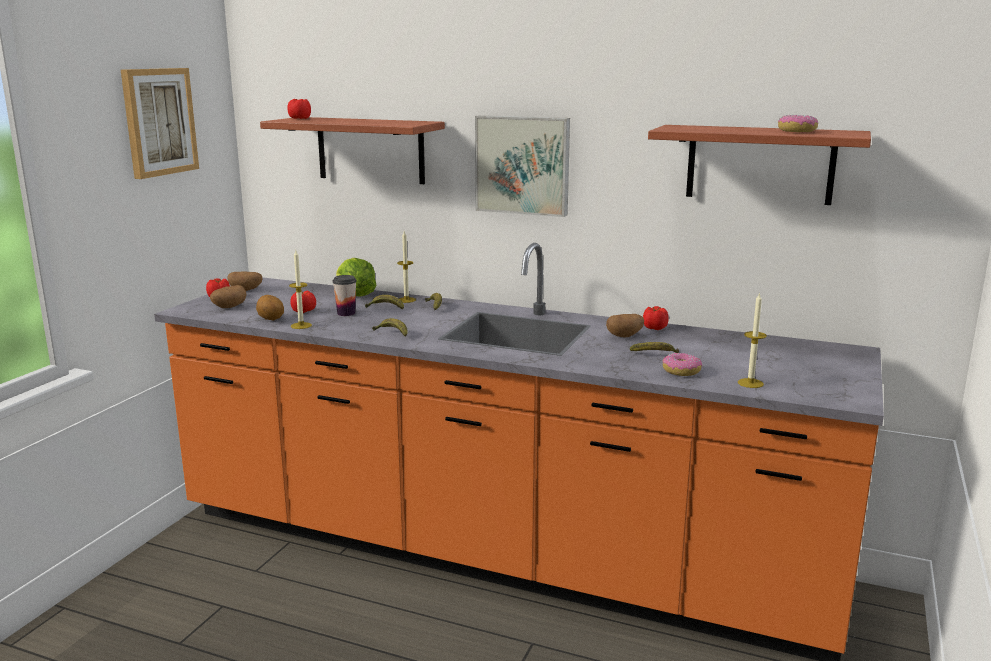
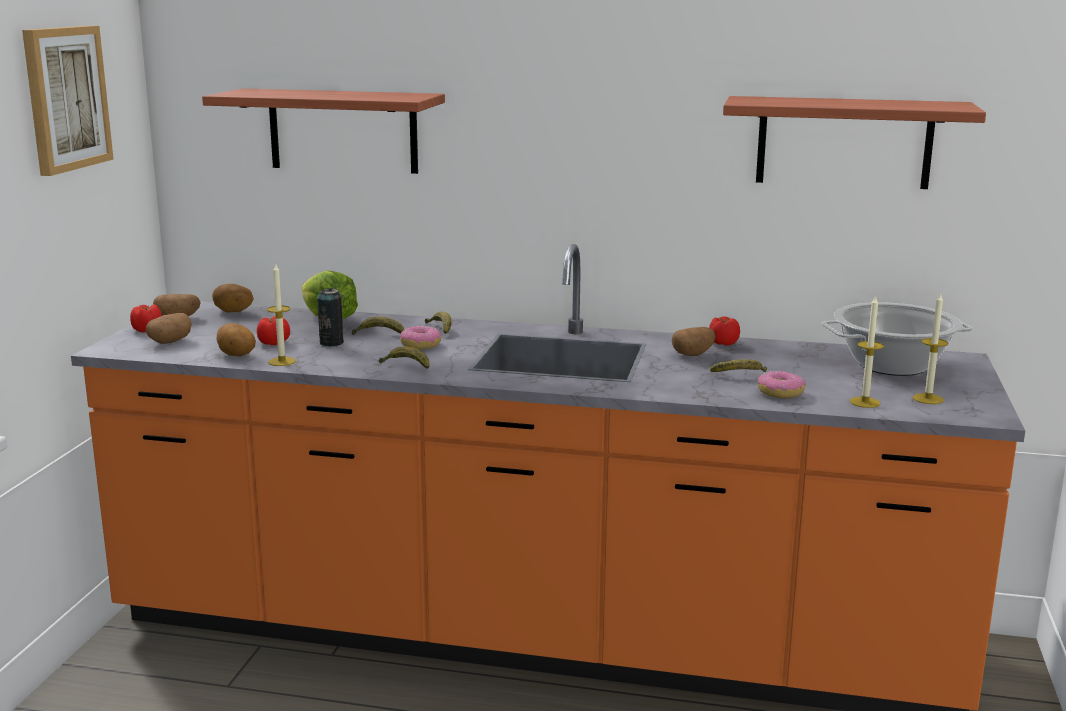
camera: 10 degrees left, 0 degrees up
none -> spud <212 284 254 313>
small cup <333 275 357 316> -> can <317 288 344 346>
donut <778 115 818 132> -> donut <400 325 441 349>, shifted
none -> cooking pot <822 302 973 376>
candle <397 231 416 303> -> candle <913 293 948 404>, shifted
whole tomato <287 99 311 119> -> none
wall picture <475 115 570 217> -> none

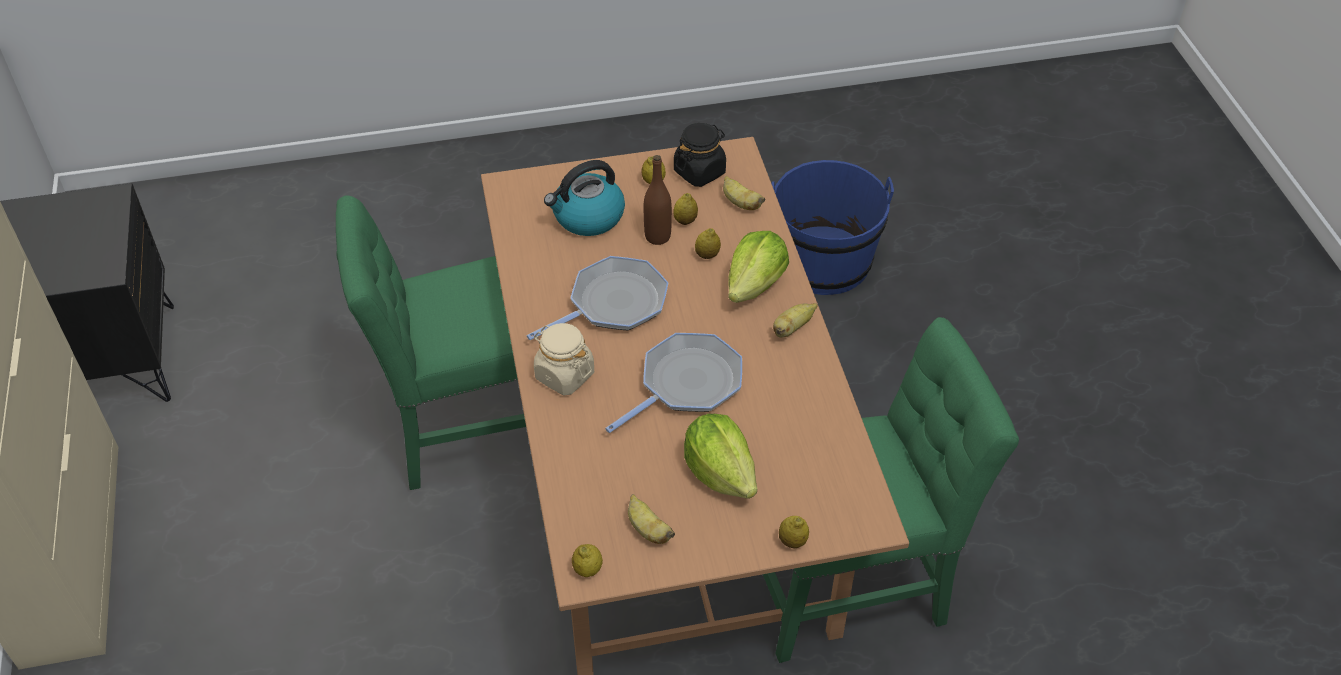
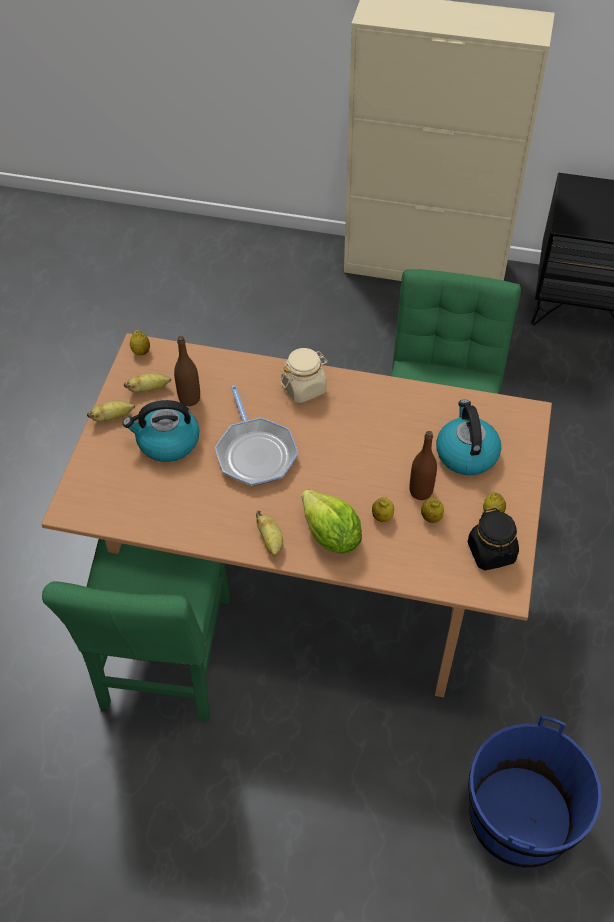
camera: 115 degrees right, 5 degrees up
banana fruit <723 176 765 210> -> banana fruit <87 401 135 422>, shifted
lettuce <684 414 757 499> -> kettle <123 400 199 462>
none -> beverage bottle in brown <174 336 200 406>
frying pan <527 256 668 340> -> none
citrus fruit <779 516 809 549> -> none

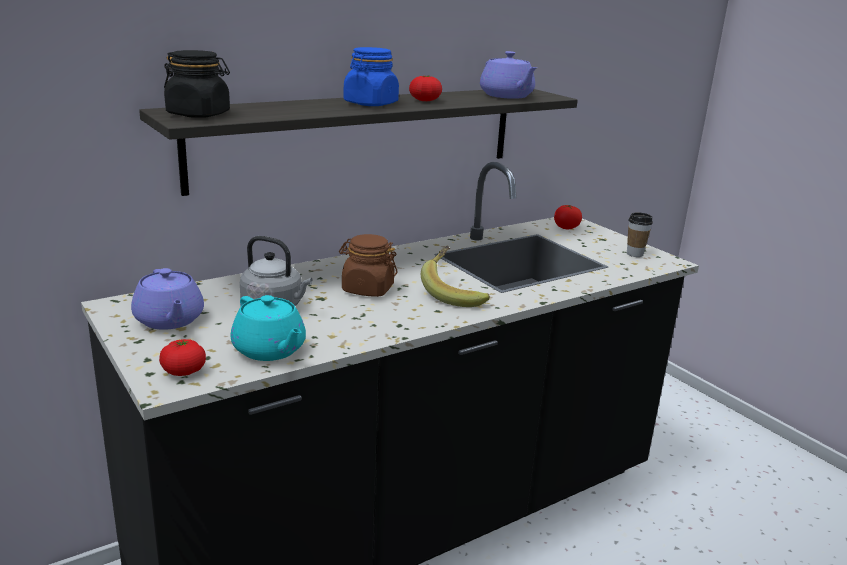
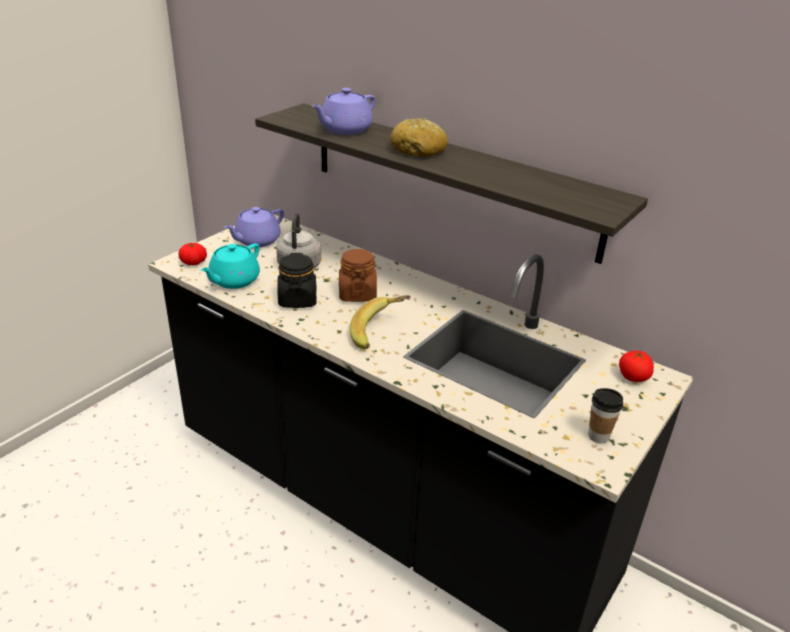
camera: 70 degrees right, 10 degrees up
jar in black <164 50 230 118> -> jar in black <277 253 316 308>, shifted
tea pot in purplish <480 51 537 99> -> tea pot in purplish <312 88 375 135>, shifted
jar in bluish <344 47 399 106> -> bakery bread <390 118 448 157>
whole tomato <409 75 442 101> -> none

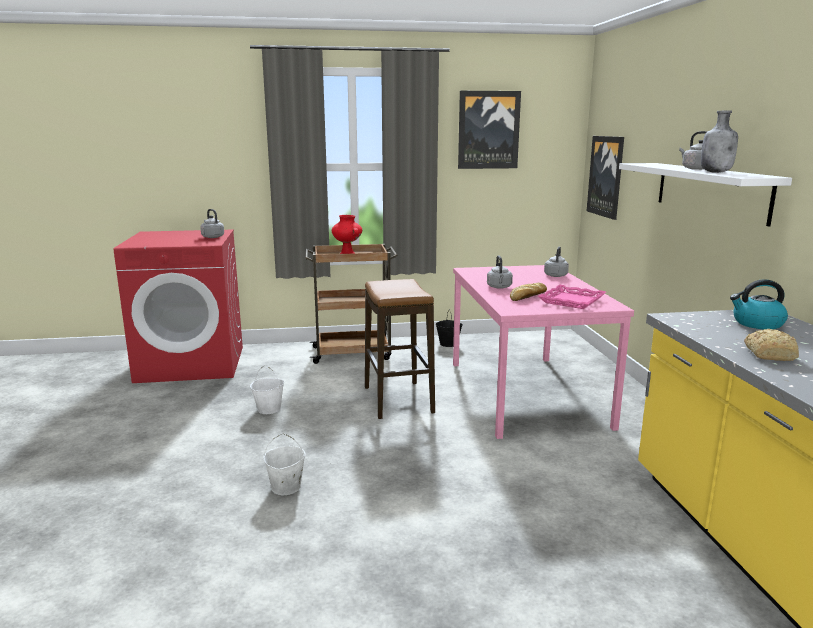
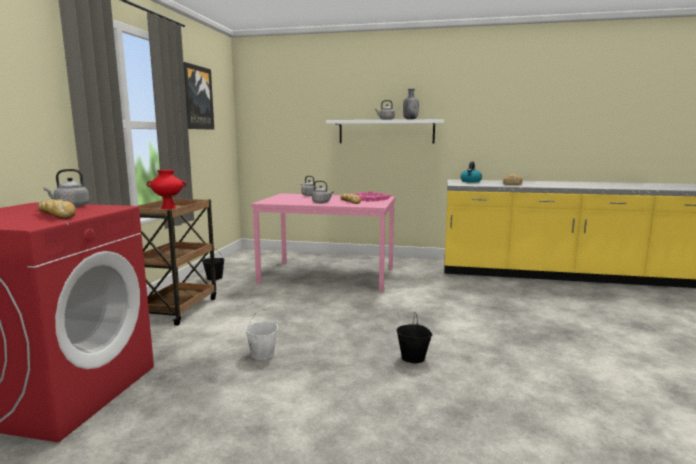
camera: 70 degrees left, 5 degrees down
none -> bakery bread <38 199 76 219>
bucket in whitish <264 433 305 495> -> bucket in black <397 312 432 363>
stool <365 279 435 419> -> none
wall picture <587 136 624 220> -> none

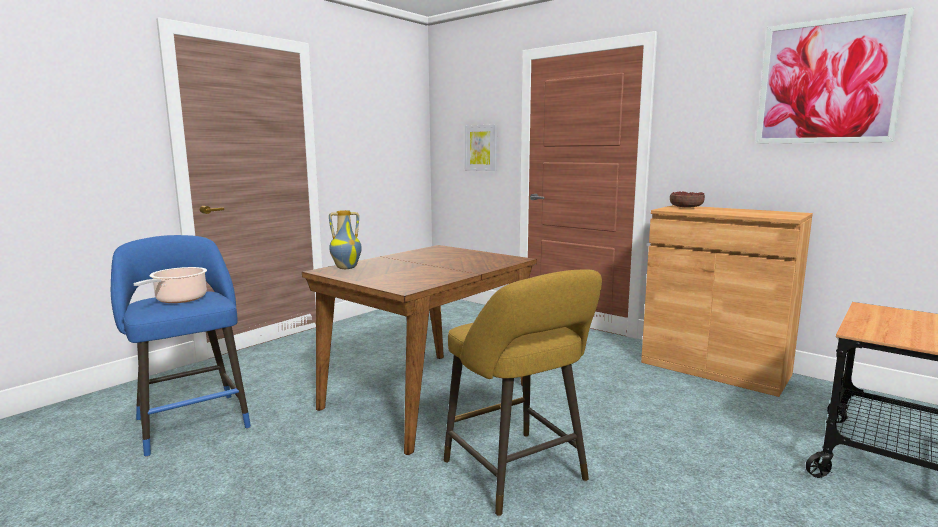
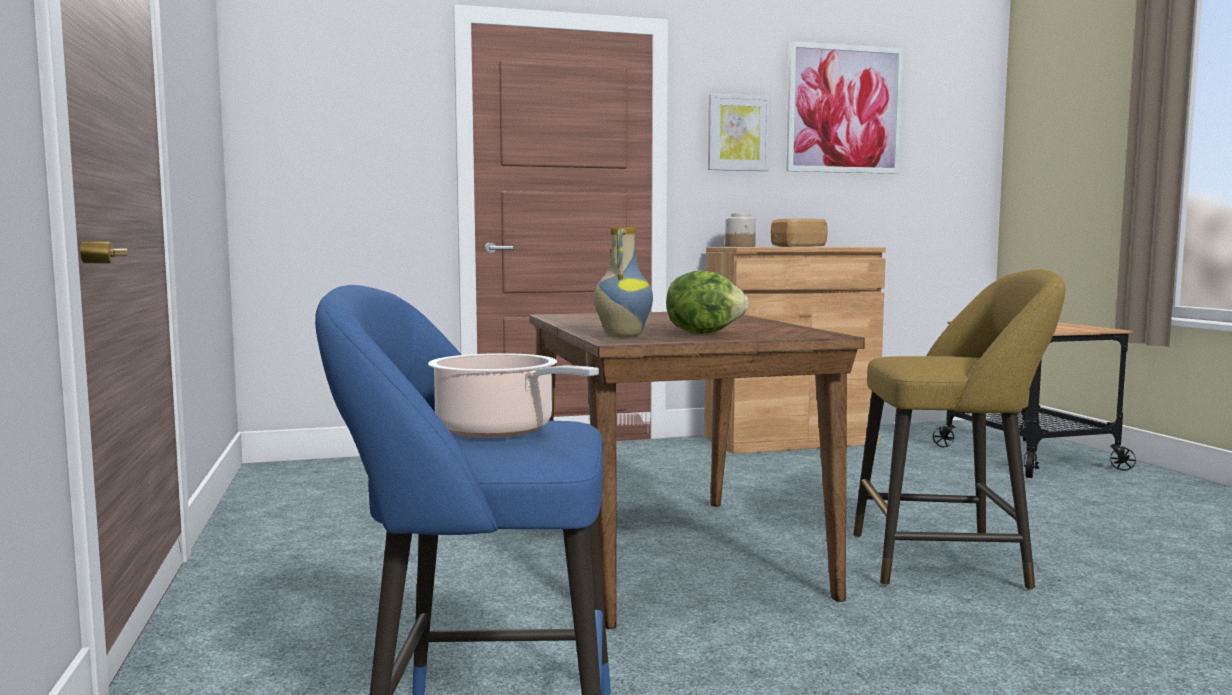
camera: 55 degrees left, 5 degrees down
none -> lettuce <666 270 749 334>
wall picture <465 124 497 171> -> wall picture <708 93 771 171>, shifted
deep dish <670 192 705 208> -> jar <725 213 756 247>
none -> bakery bread <771 218 828 247>

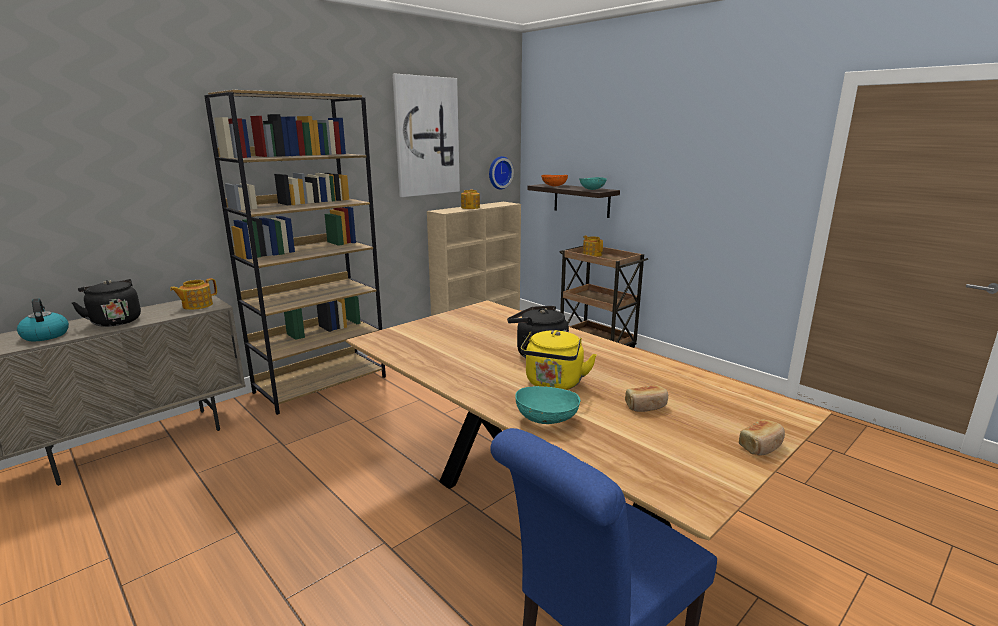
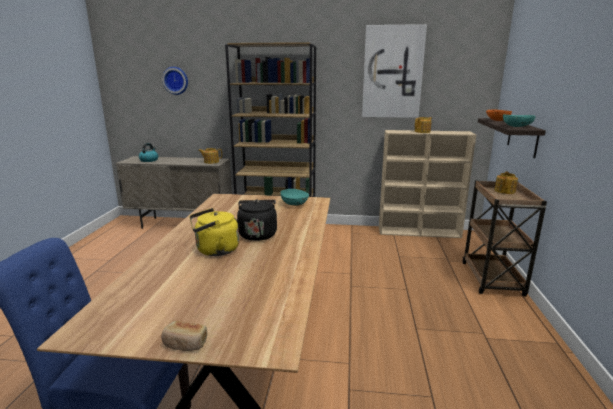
camera: 50 degrees right, 0 degrees up
wall clock <489 156 514 190> -> wall clock <162 67 188 95>, shifted
deep dish in turquoise <515 386 581 424> -> deep dish in turquoise <280 189 309 206>, shifted
kettle in black <72 279 141 327> -> none
bakery bread <625 385 668 412> -> none

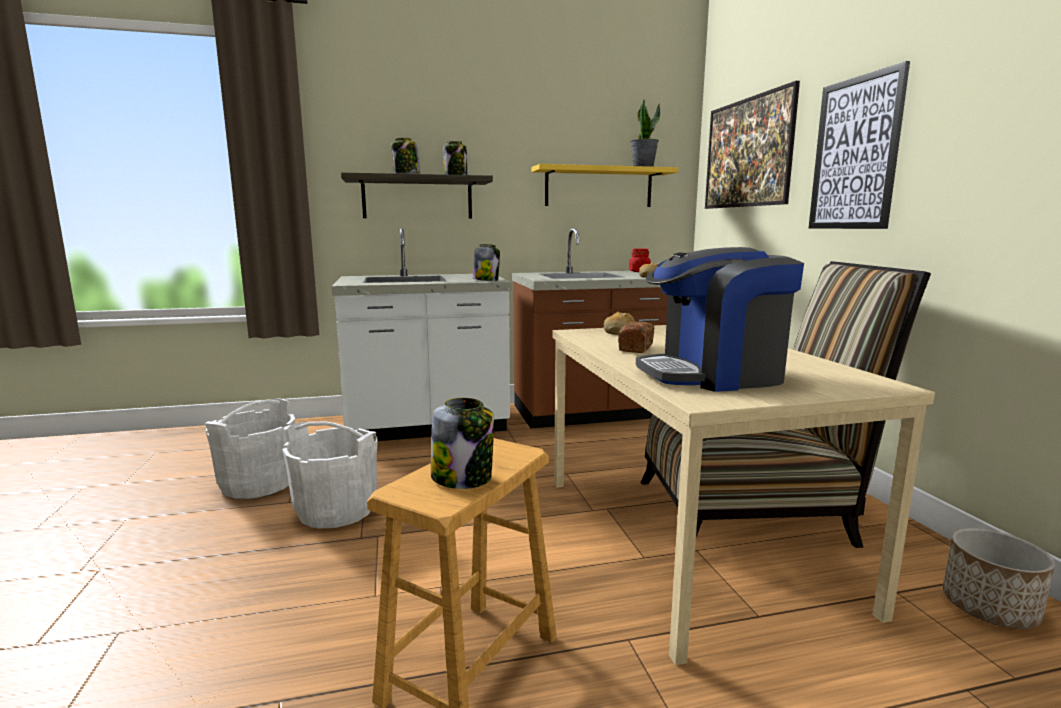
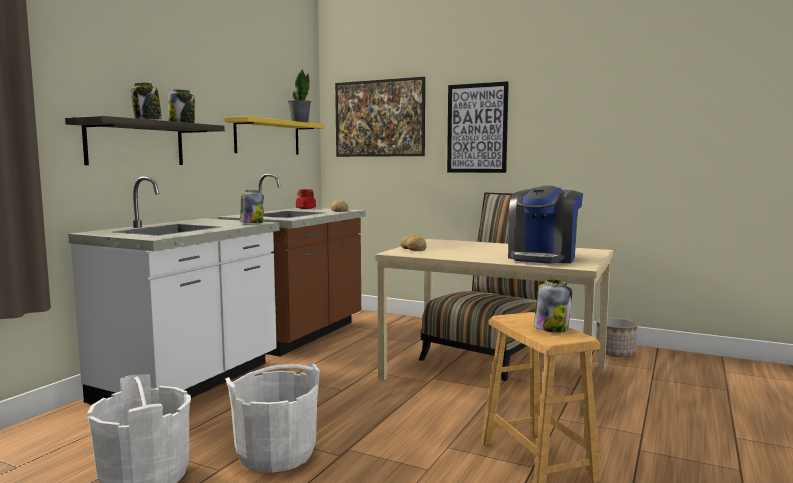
camera: 50 degrees left, 5 degrees down
bakery bread <618 321 654 353> -> none

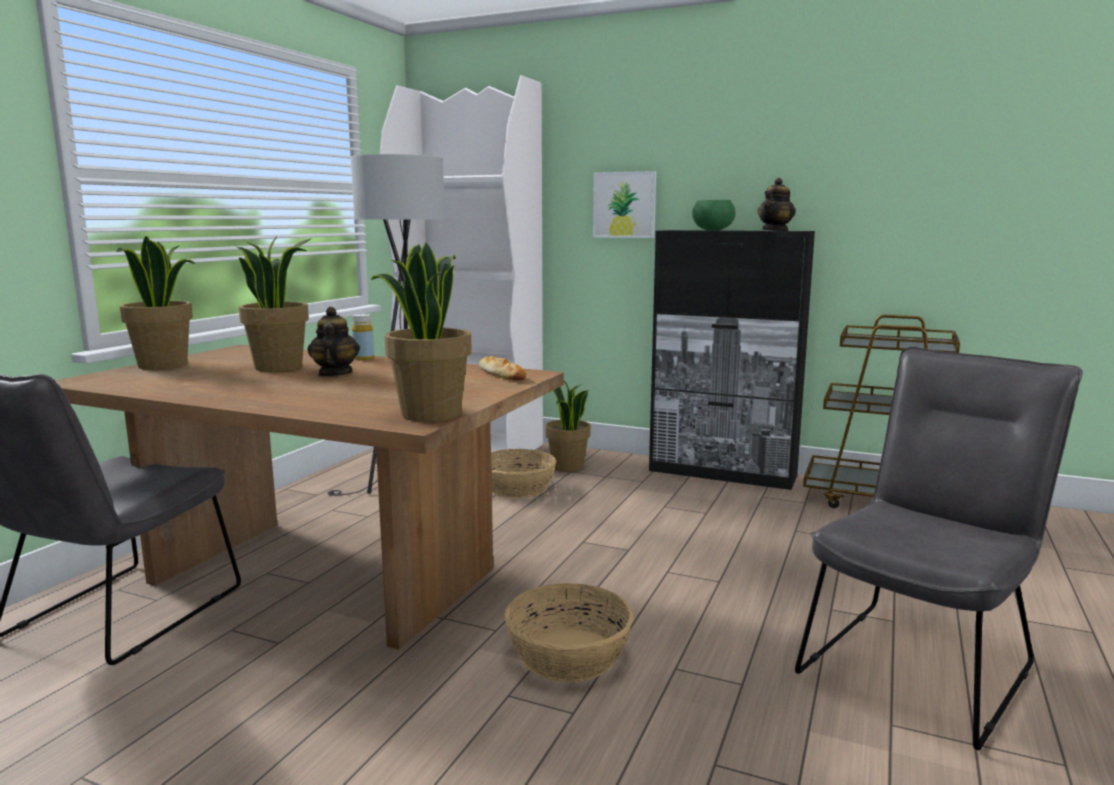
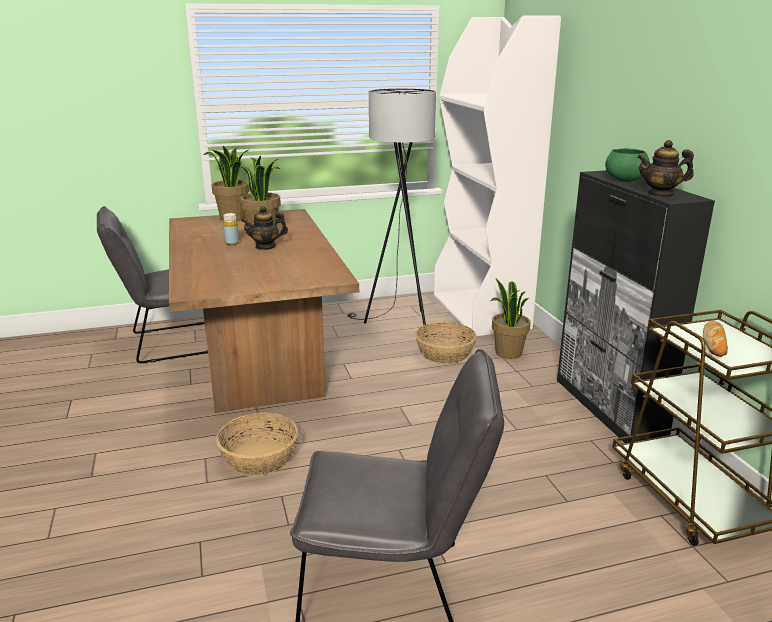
camera: 50 degrees right, 10 degrees up
beverage bottle in yellow <352 314 374 360> -> beverage bottle in yellow <223 213 239 245>, shifted
tea pot <308 307 360 376> -> tea pot <241 206 288 250>, 150 degrees counterclockwise
bakery bread <479 356 526 381> -> bakery bread <703 321 728 357>, shifted
houseplant <371 242 472 422> -> none
wall picture <593 171 656 238> -> none

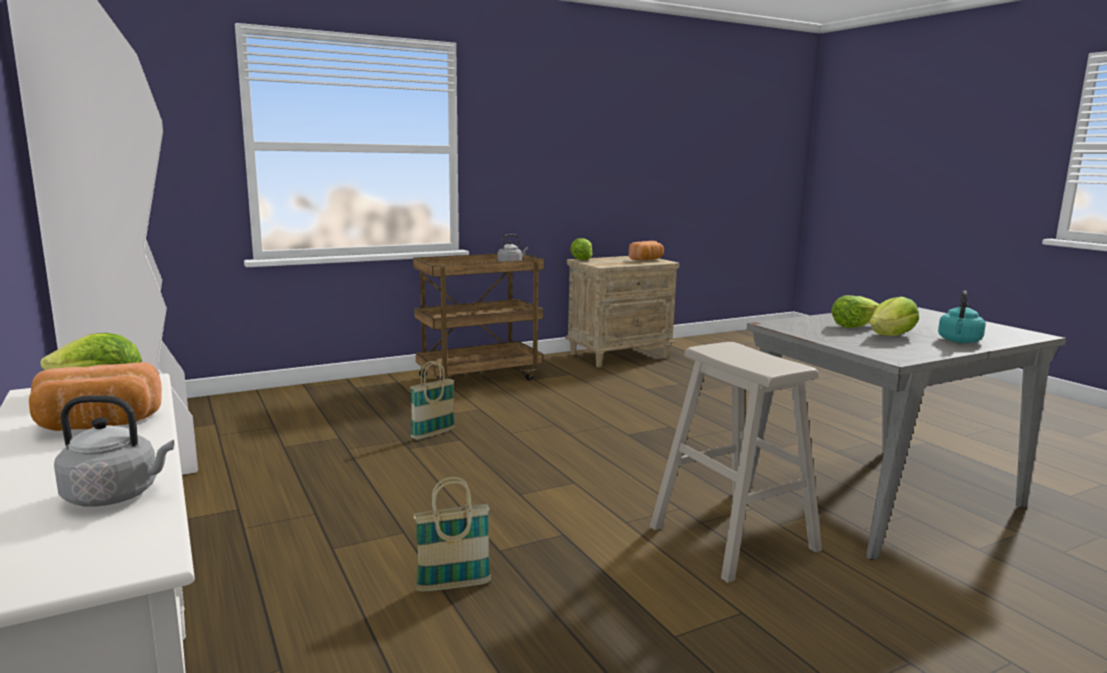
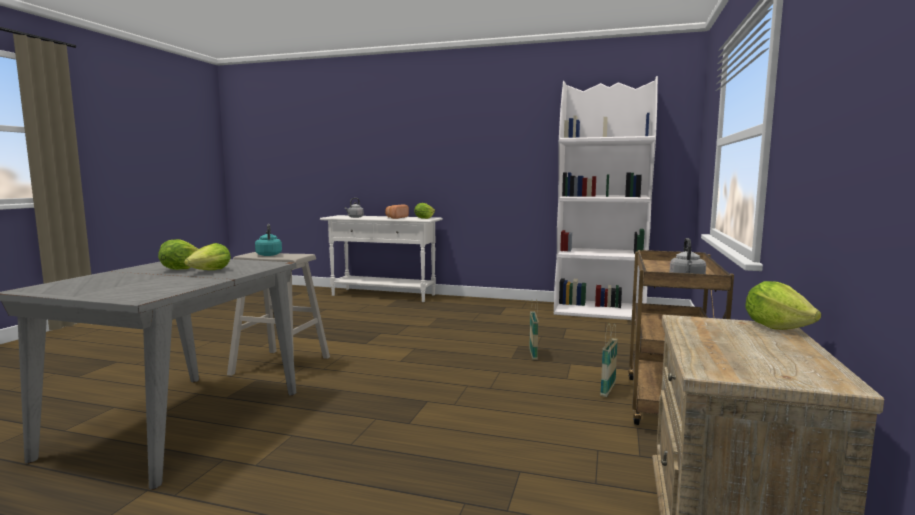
camera: 135 degrees right, 5 degrees down
kettle in turquoise <938 290 986 343> -> kettle in turquoise <255 224 282 256>, shifted
basket <414 477 491 592> -> basket <600 323 618 397>, shifted
bakery bread <629 241 664 261> -> none

